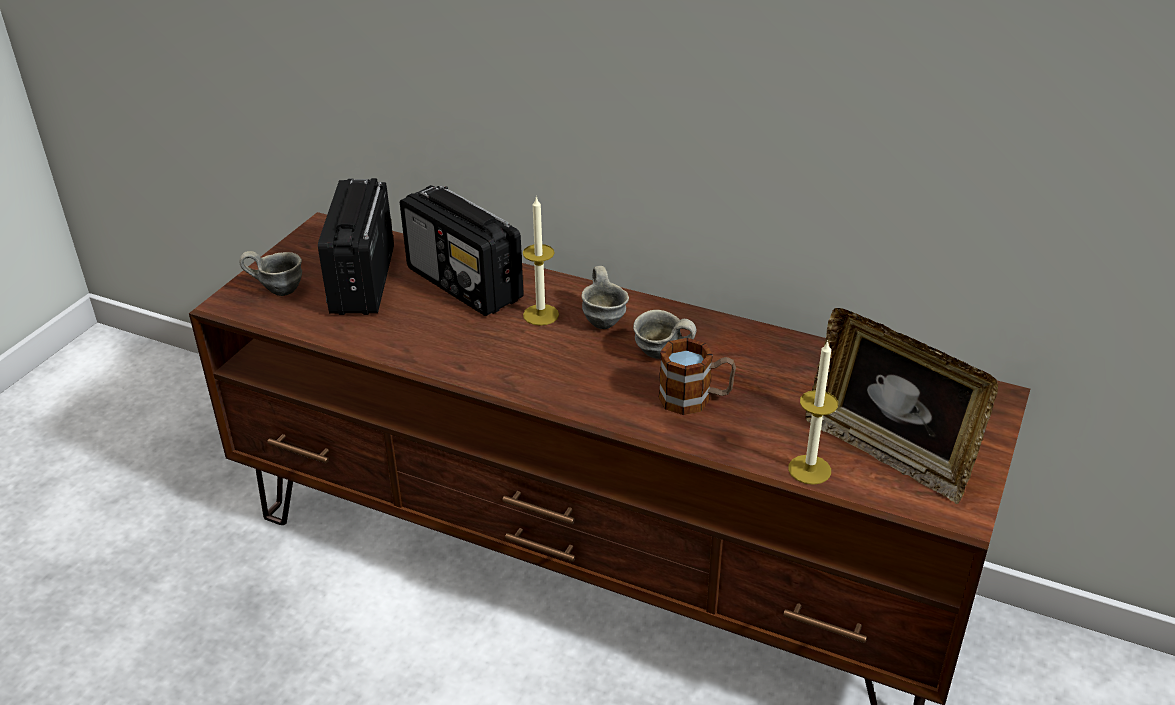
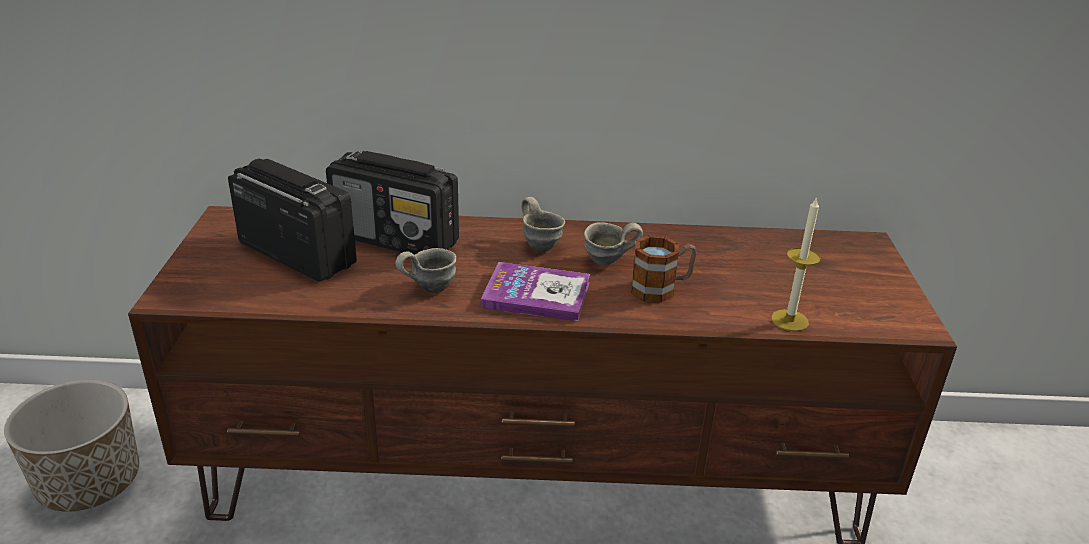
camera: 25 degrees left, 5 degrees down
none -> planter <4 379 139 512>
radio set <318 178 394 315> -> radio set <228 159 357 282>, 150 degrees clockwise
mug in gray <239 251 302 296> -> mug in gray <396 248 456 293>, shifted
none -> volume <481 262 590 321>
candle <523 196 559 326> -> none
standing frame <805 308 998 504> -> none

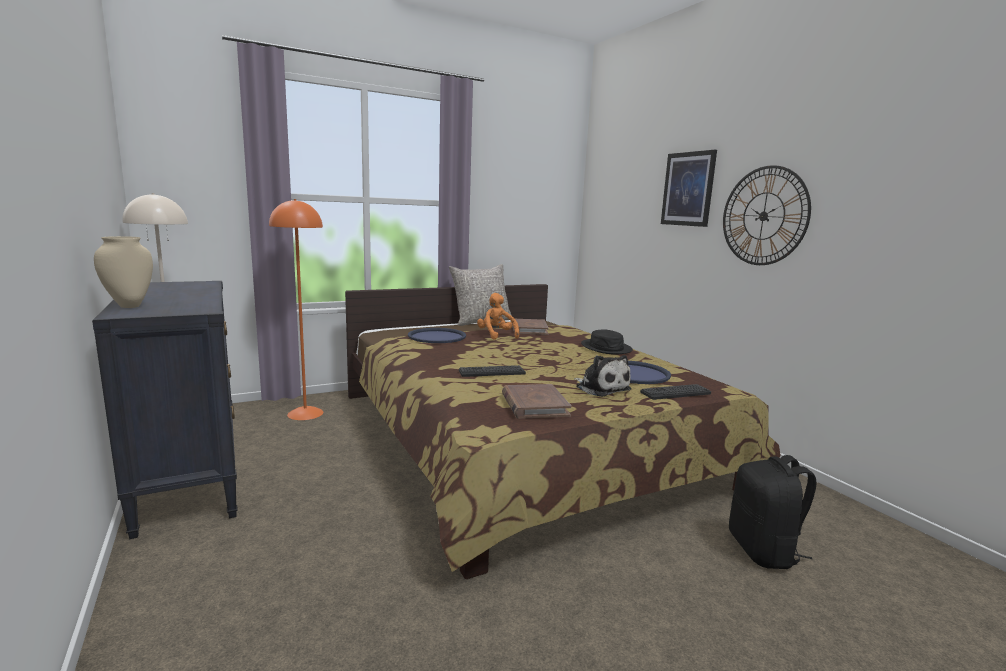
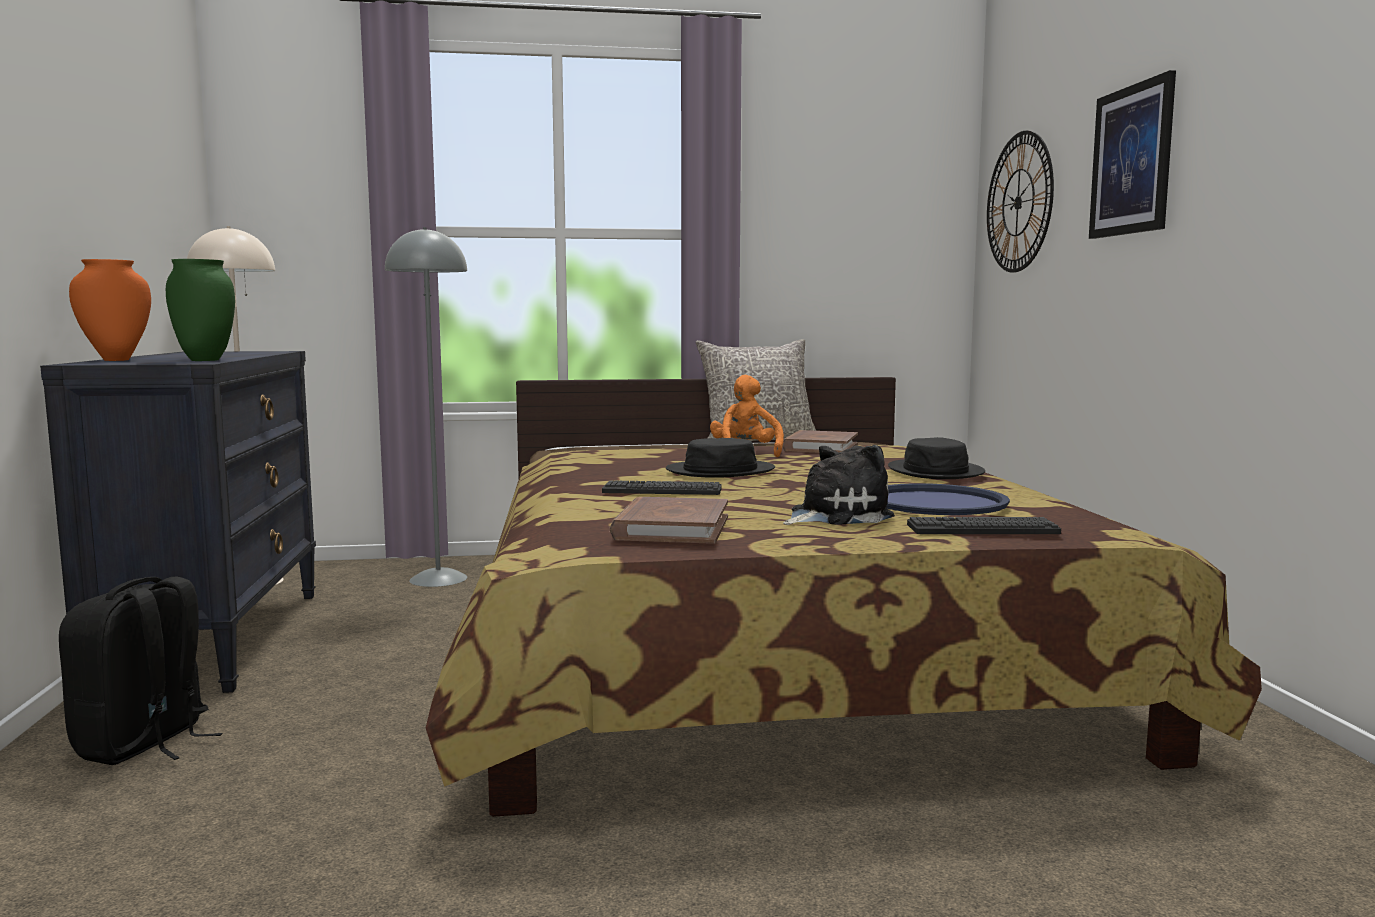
camera: 20 degrees right, 5 degrees down
rucksack in black <729 455 817 569> -> rucksack in black <59 577 222 765>, shifted
flower vase in beige <94 236 153 308> -> flower vase in orange-coloured <69 259 151 361>
none -> flower vase in greenish <166 259 235 361>
standing lamp in orange-coloured <269 199 323 420> -> standing lamp in gray <385 227 467 587>
none -> hat in black <666 438 775 478>
cuddly toy <574 355 632 397> -> cuddly toy <783 445 895 525>, 105 degrees counterclockwise
wall clock <723 165 811 265> -> wall clock <987 130 1054 273>, shifted
serving tray in bluish <408 328 466 343> -> none

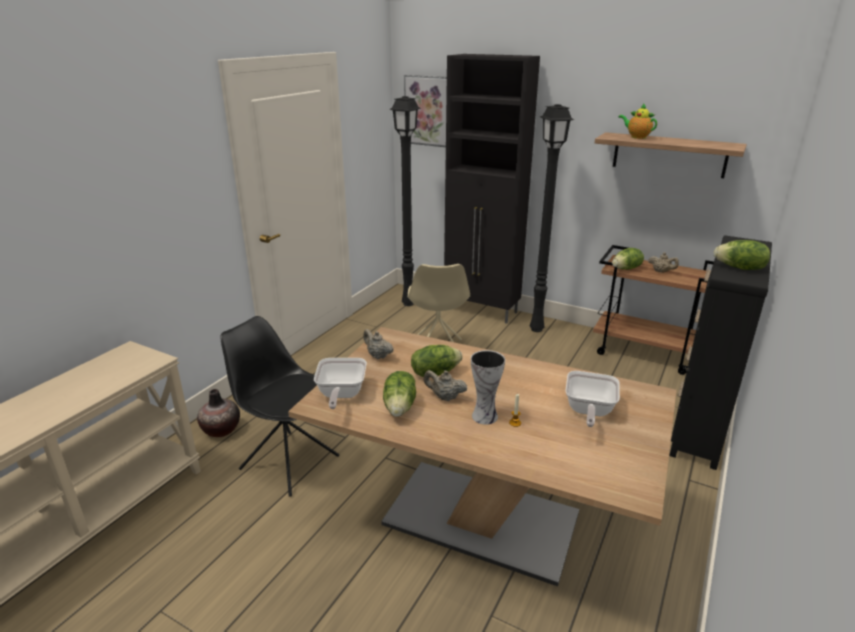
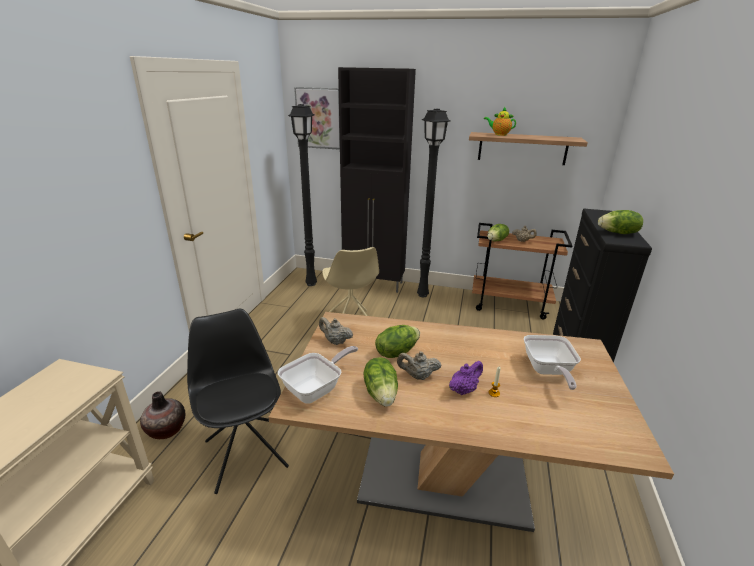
camera: 15 degrees left, 0 degrees up
upright chair in black <221 316 339 497> -> upright chair in black <187 309 289 494>, 45 degrees clockwise
frying pan <314 358 367 409> -> frying pan <278 346 358 404>, 120 degrees counterclockwise
flower vase <471 350 505 425> -> tea pot in purplish <449 361 483 395>

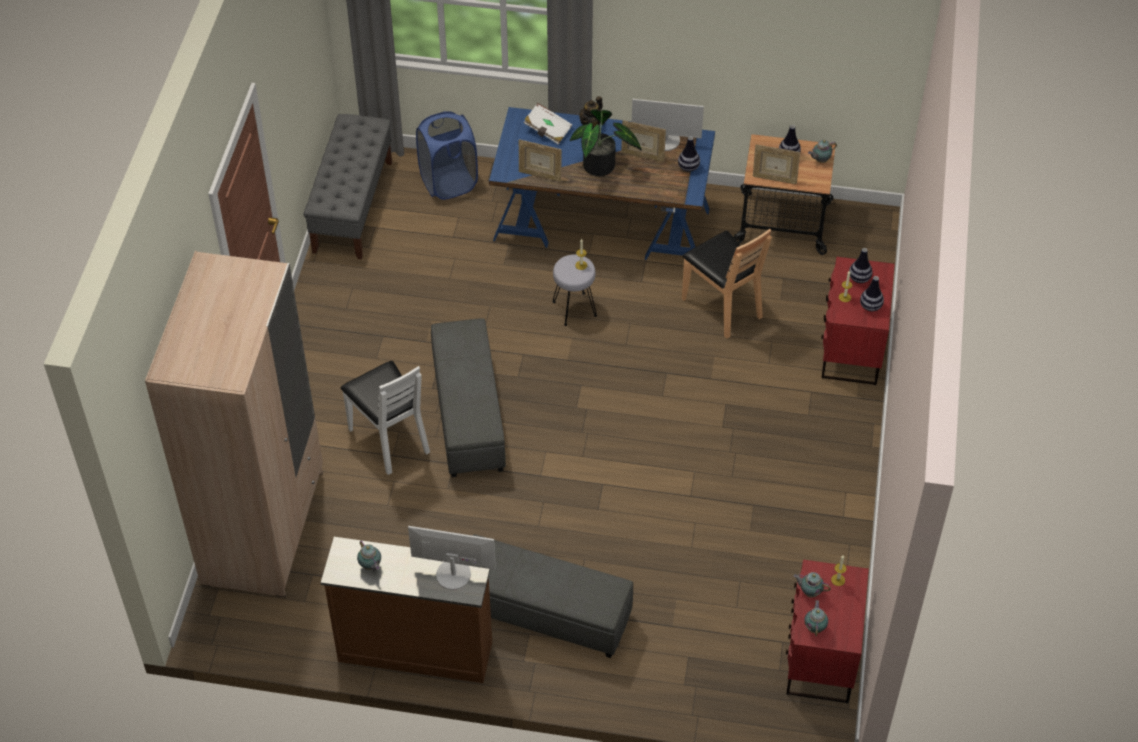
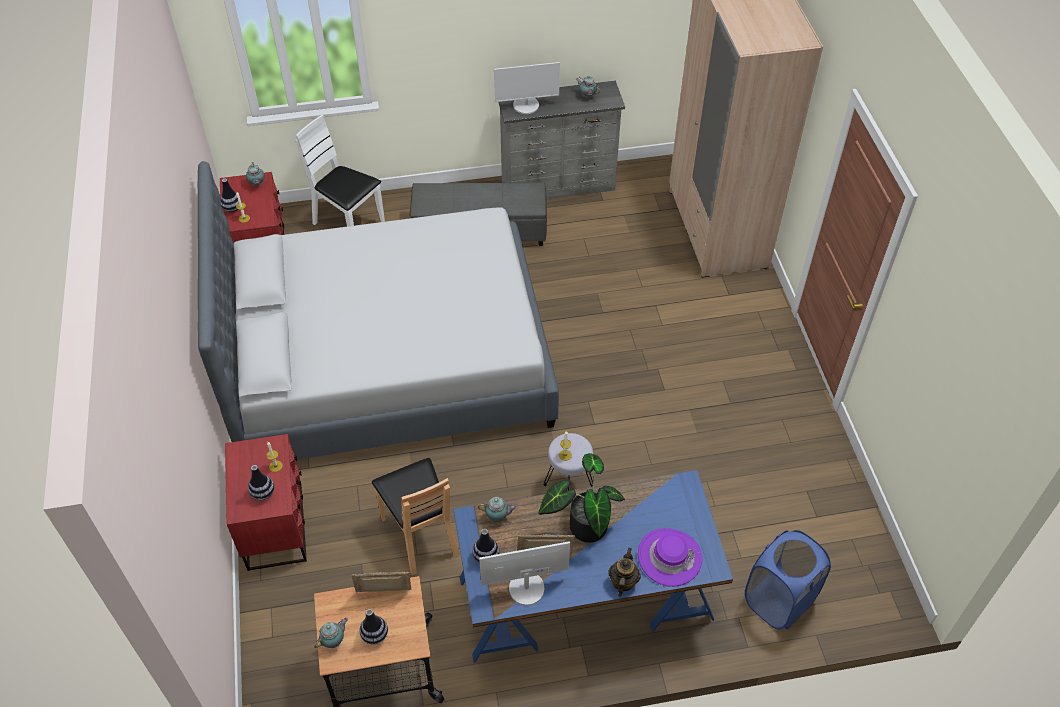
camera: 160 degrees right, 0 degrees up
none -> bedroom bed in gray <198 161 559 460>
flower vase <860 276 884 311> -> flower vase <220 178 242 212>, shifted
upright chair in whitish <340 361 430 475> -> upright chair in whitish <296 115 385 227>, shifted
upright chair in brown <682 229 772 339> -> upright chair in brown <372 458 459 575>, 150 degrees counterclockwise
tea pot <793 572 831 597> -> tea pot <478 497 517 522>, shifted
drawer chest in brown <321 537 492 683> -> drawer chest in gray <499 81 625 199>
volume in whitish <524 103 572 145> -> hat in purplish <638 528 702 587>
bench in gray <304 114 392 260> -> none
footrest in gray <431 318 506 477> -> none
standing frame <519 140 562 182> -> none

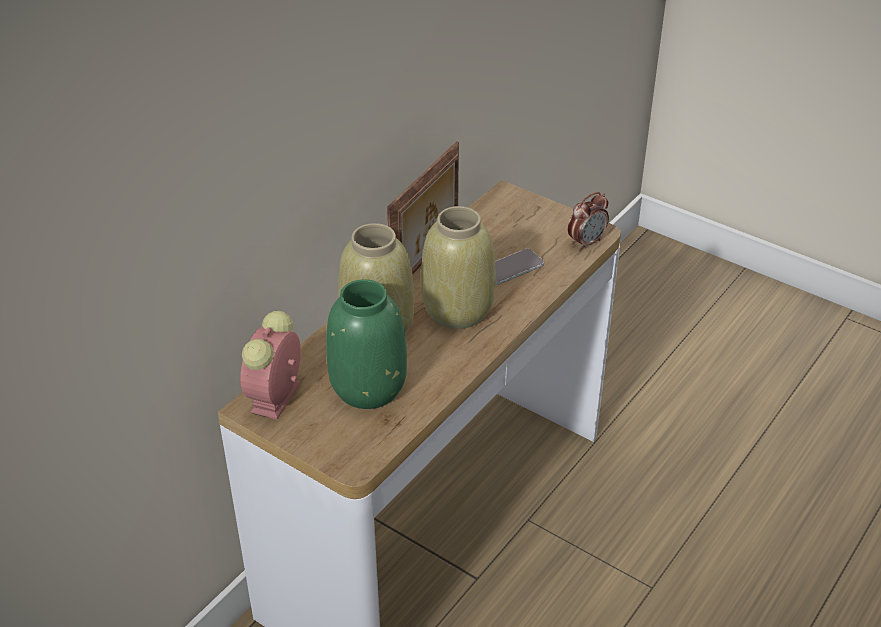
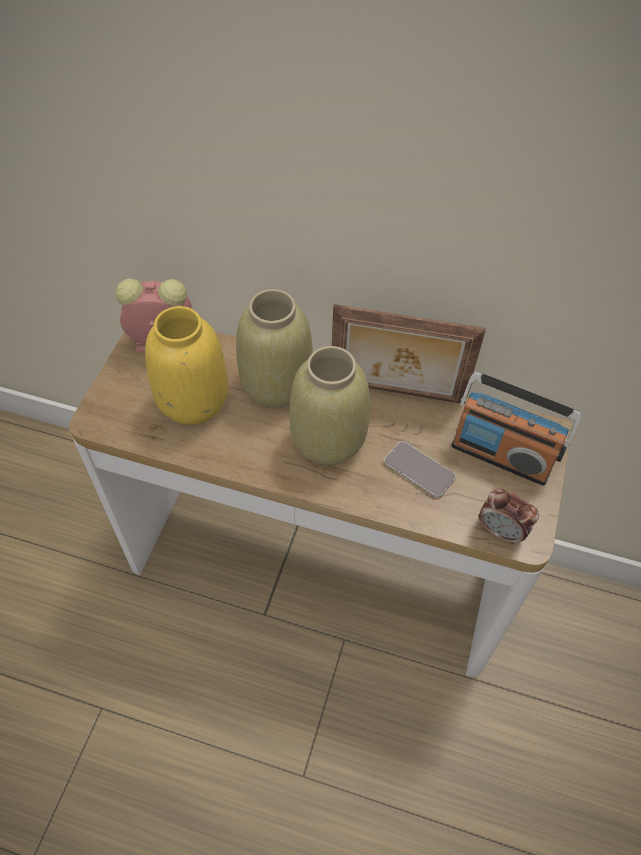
camera: 70 degrees right, 15 degrees up
flower vase in greenish <326 279 407 409> -> flower vase in yellow <145 306 228 425>
none -> radio set <451 371 582 486>

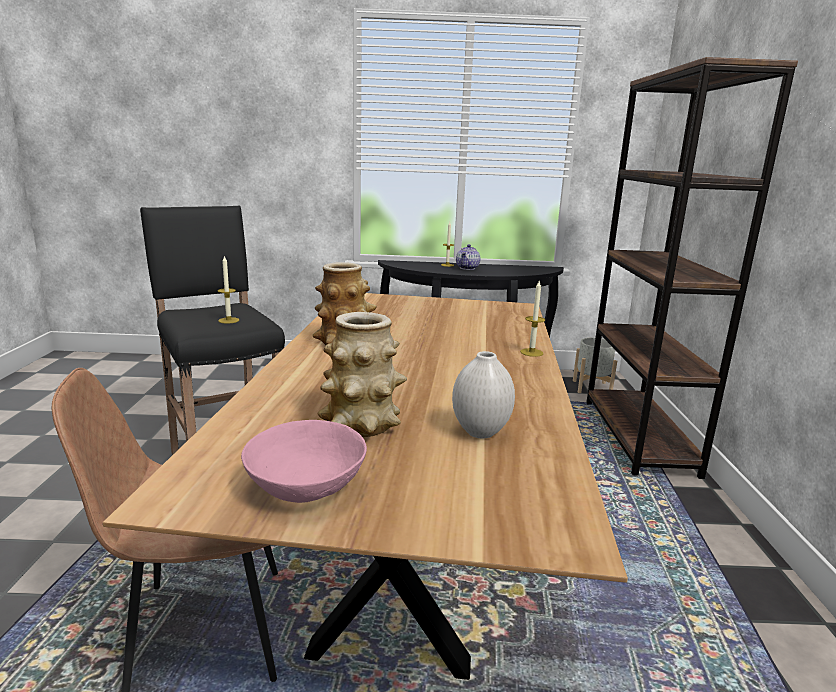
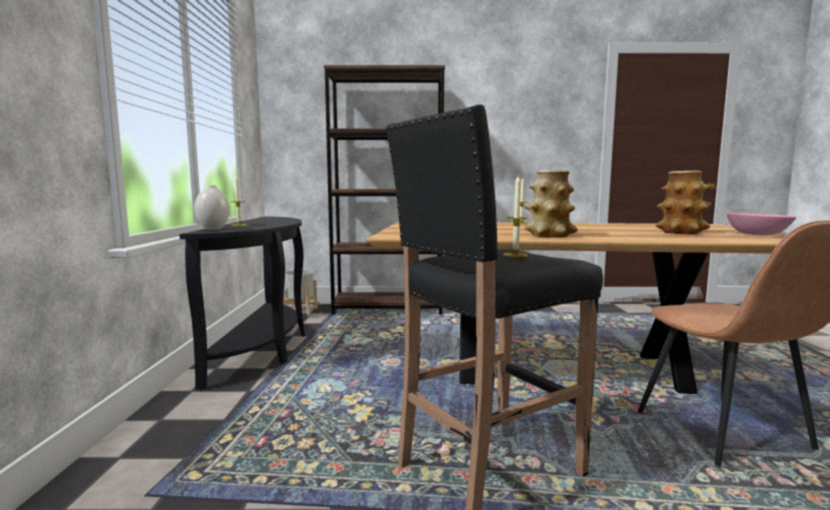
camera: 90 degrees left, 10 degrees down
flower vase in whitish <452 351 515 439> -> flower vase in whitish <194 185 230 230>, shifted
tea pot <456 244 481 270> -> none

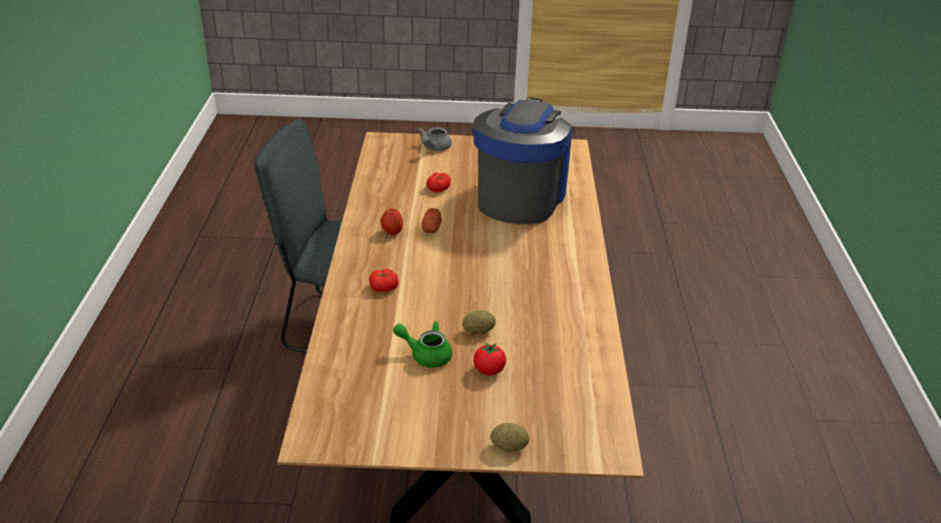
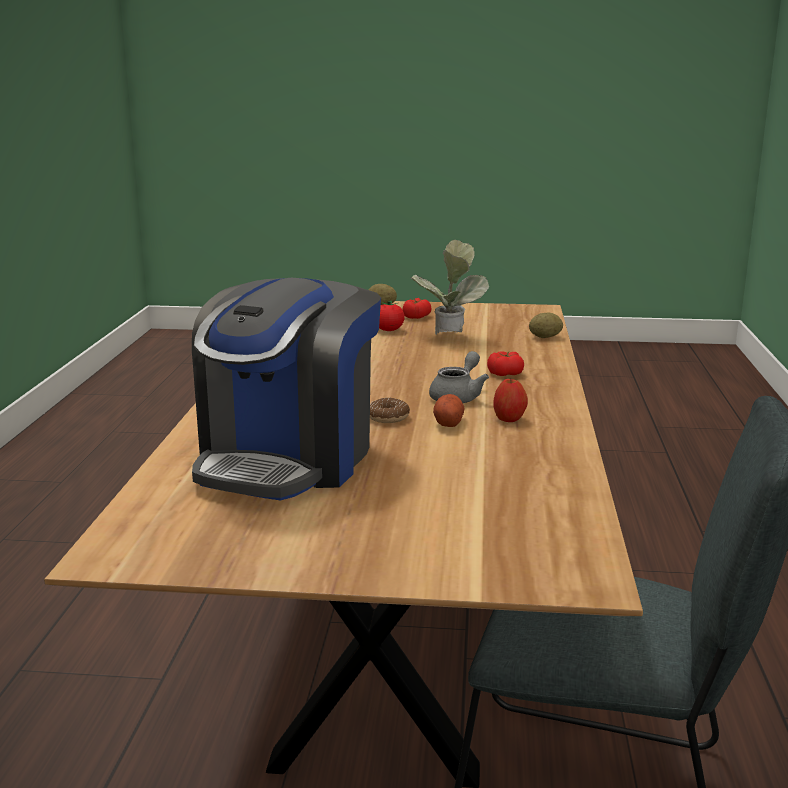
camera: 175 degrees left, 15 degrees down
none -> donut <370 398 410 423>
whole tomato <426 173 451 193> -> whole tomato <402 298 432 319>, shifted
tea pot in greenish <393 321 452 367> -> houseplant <411 240 489 335>
tea pot in gray <418 127 452 151> -> tea pot in gray <429 351 489 403>, shifted
spud <462 310 496 335> -> spud <529 313 563 338>, shifted

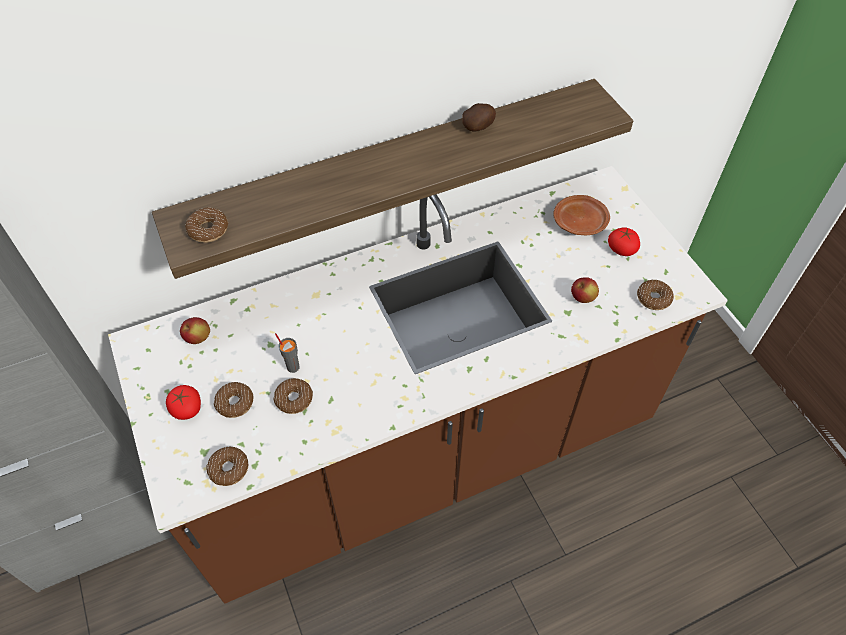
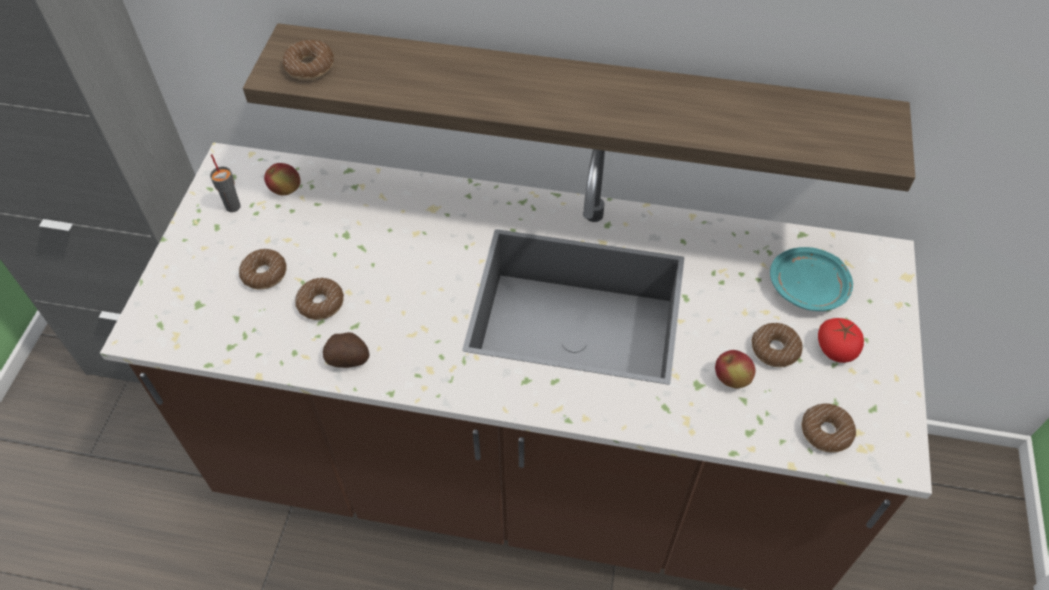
camera: 35 degrees right, 0 degrees up
small cup in gray <275 333 300 373> -> small cup in gray <210 154 241 212>, shifted
spud <462 103 496 131> -> spud <323 332 370 368>, shifted
donut <206 447 249 486> -> donut <752 323 803 367>, shifted
plate in brown <553 195 610 235> -> plate in turquoise <770 247 853 311>
whole tomato <166 385 201 420> -> none

